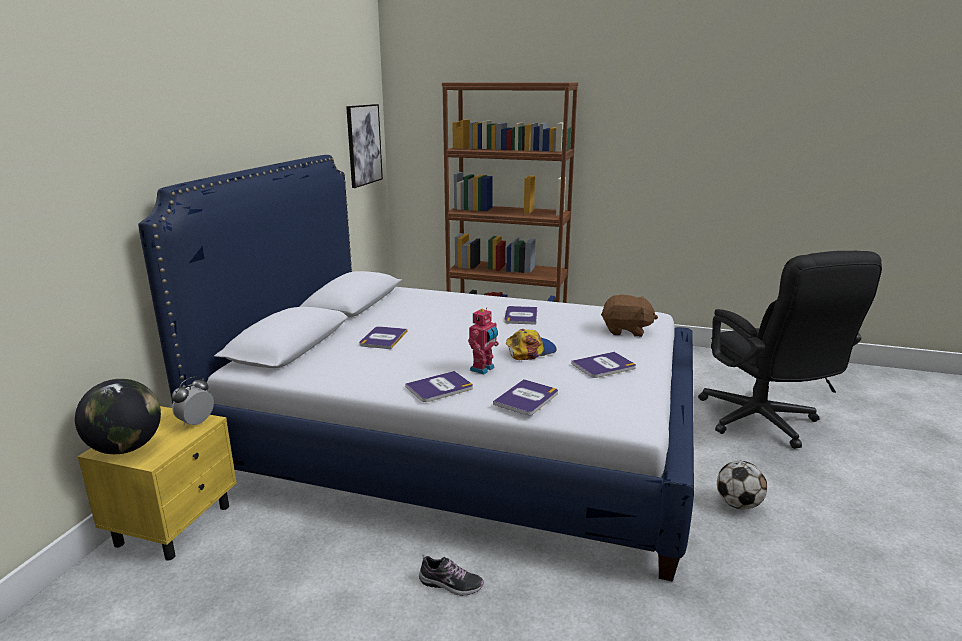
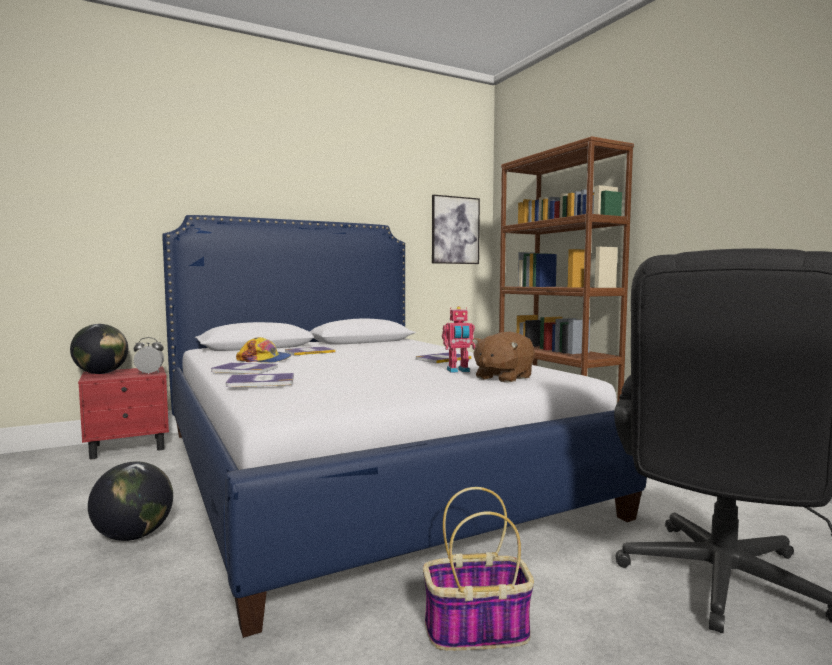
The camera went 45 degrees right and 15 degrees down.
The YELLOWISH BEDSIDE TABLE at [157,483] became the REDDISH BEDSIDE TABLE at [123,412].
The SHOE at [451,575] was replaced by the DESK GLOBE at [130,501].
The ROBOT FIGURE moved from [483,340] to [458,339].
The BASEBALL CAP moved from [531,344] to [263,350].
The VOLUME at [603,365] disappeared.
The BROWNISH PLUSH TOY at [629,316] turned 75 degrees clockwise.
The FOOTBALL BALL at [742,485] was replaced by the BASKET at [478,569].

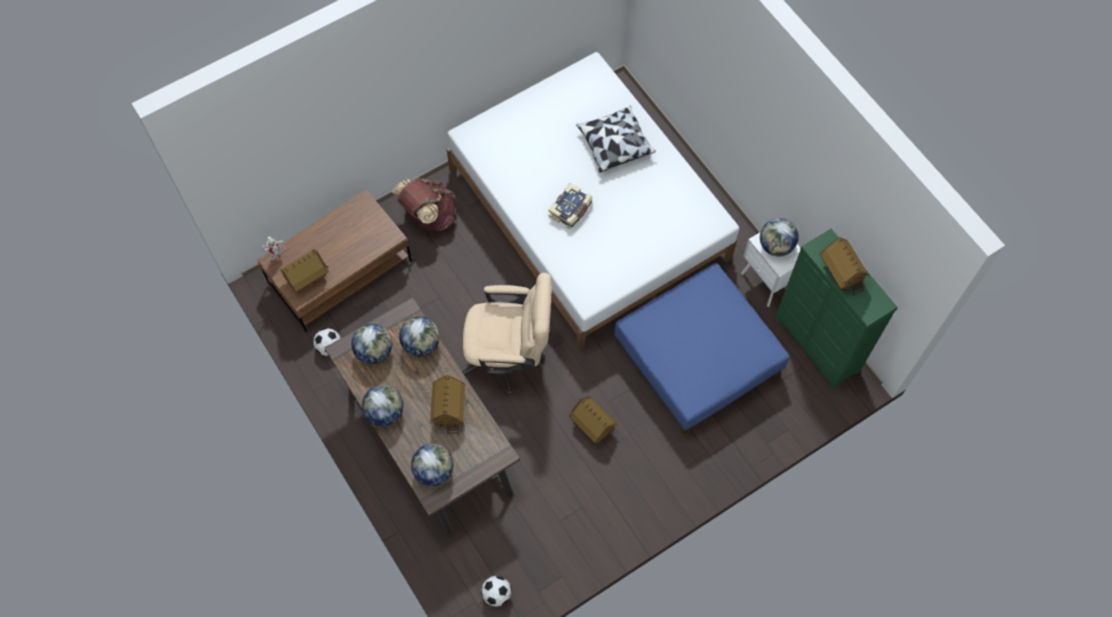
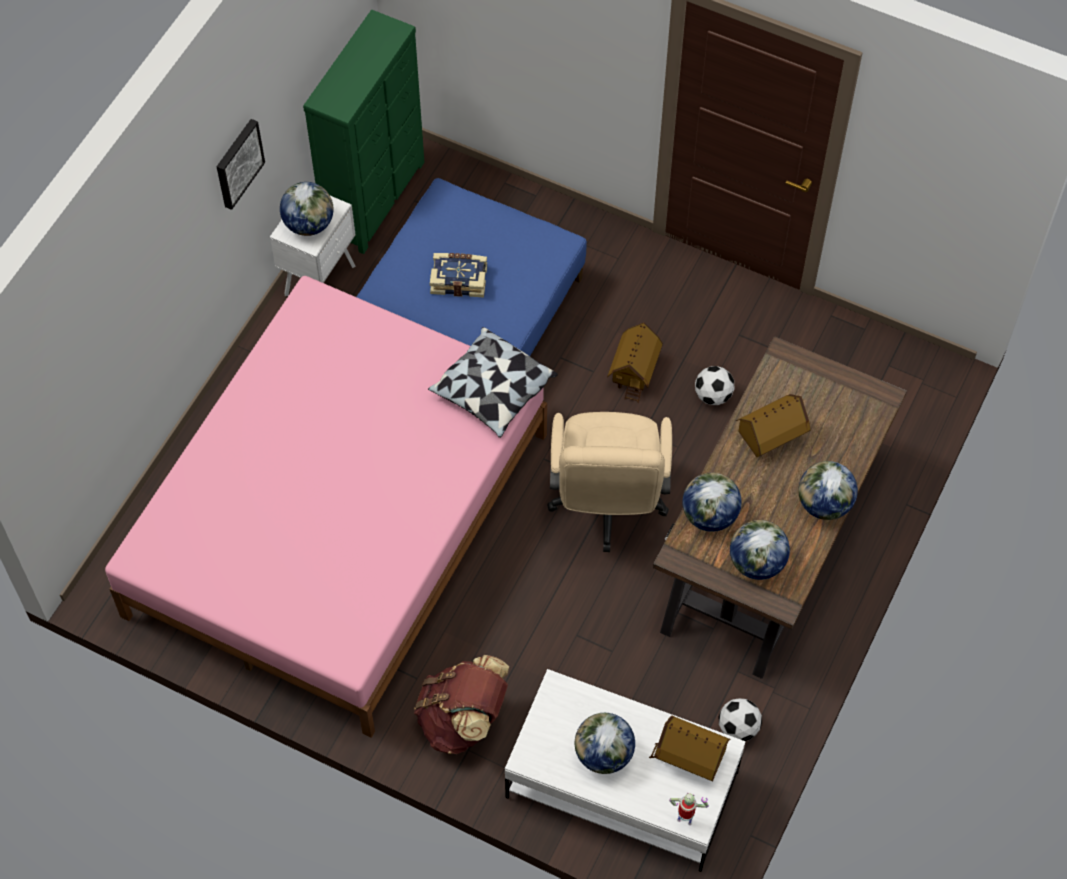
The camera went 120 degrees left and 5 degrees down.
The BROWNISH COFFEE TABLE at [334,260] became the WHITE-COLOURED COFFEE TABLE at [625,770].
The DESK GLOBE moved from [432,465] to [605,743].
The WHITE-COLOURED SLEEPING BED at [592,201] became the PINK SLEEPING BED at [326,507].
The SAND-COLOURED DESK CHAIR at [507,333] turned 150 degrees counterclockwise.
The FOOTBALL BALL moved from [496,591] to [715,385].
The VOLUME moved from [570,206] to [458,275].
The PILLOW moved from [616,139] to [493,382].
The TOY HOUSE at [845,266] disappeared.
The WALL ART at [241,164] appeared.

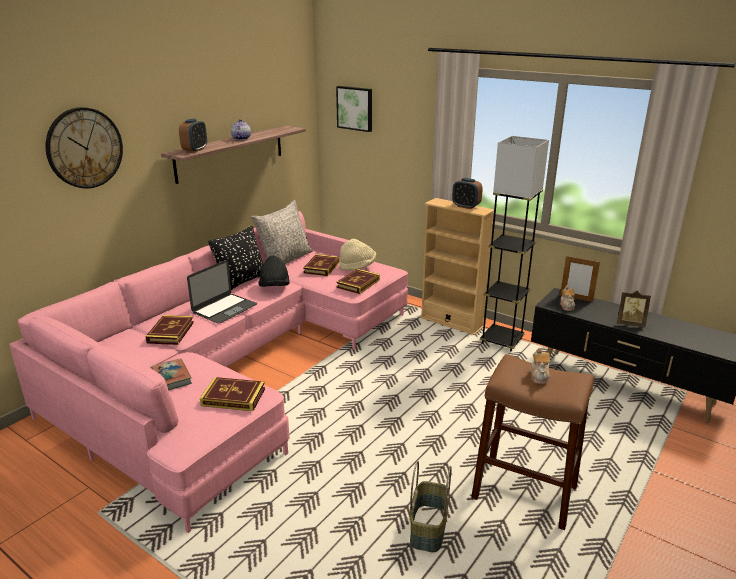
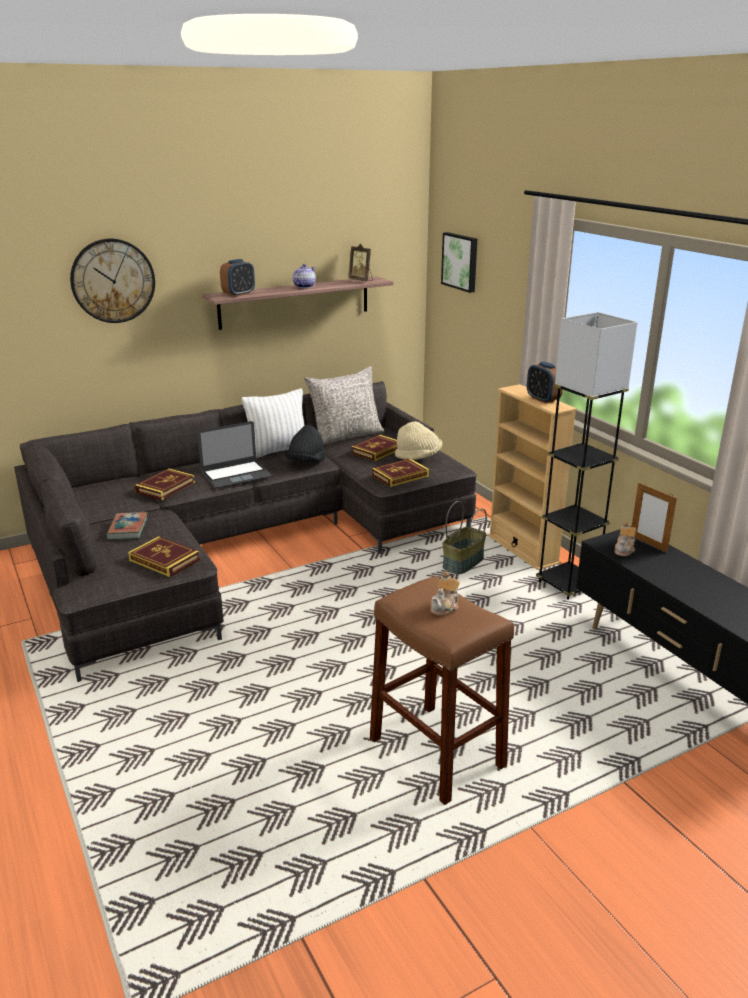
The camera went 25 degrees right and 0 degrees up.
The PINK COUCH at [208,372] became the GREY COUCH at [245,531].
The BLACK-COLOURED PILLOW at [235,258] became the WHITE-COLOURED PILLOW at [273,423].
The BASKET moved from [430,506] to [464,537].
The PHOTO FRAME moved from [634,309] to [361,263].

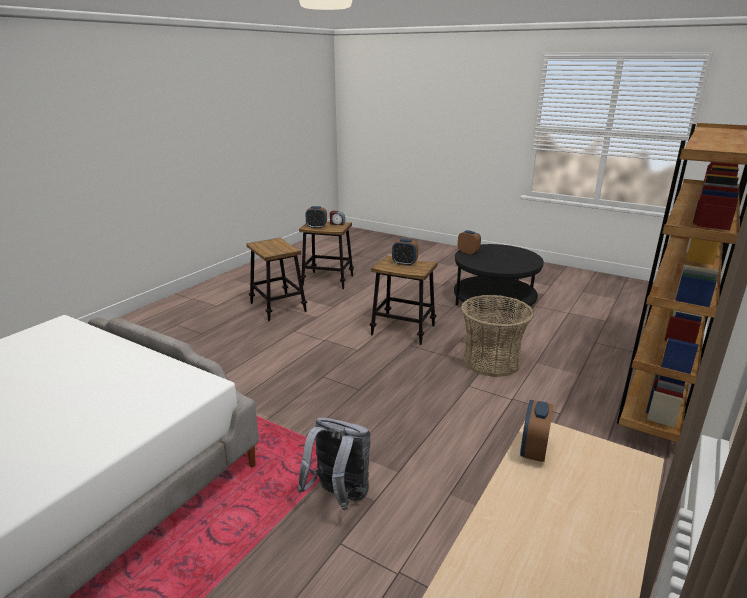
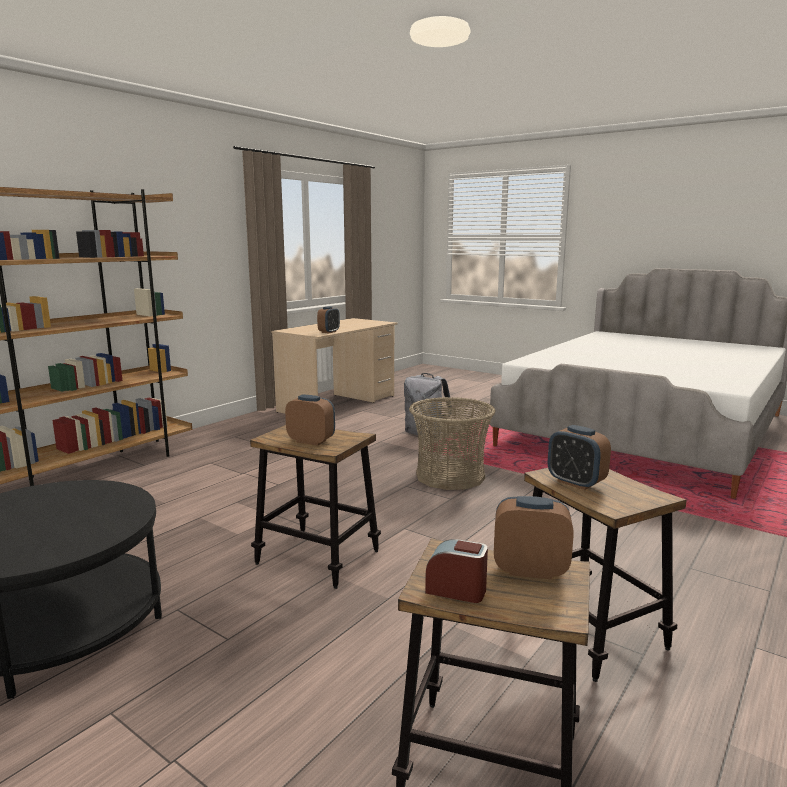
The camera went 175 degrees left and 10 degrees down.
The BEDSIDE CLOCK moved from [469,242] to [579,457].
The BASKET moved from [497,336] to [452,443].

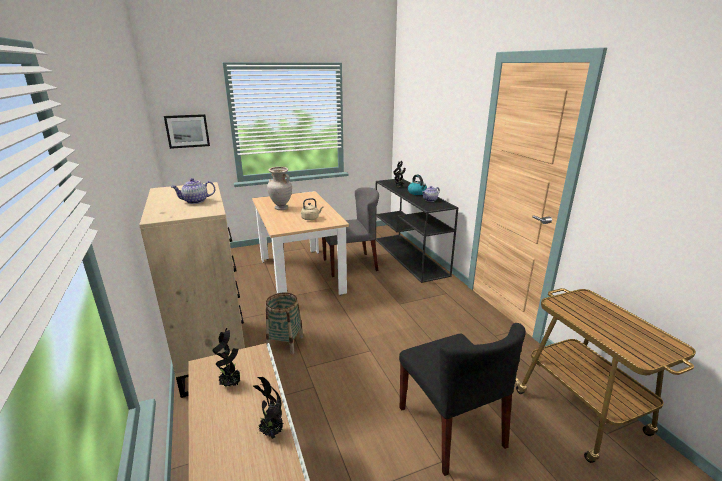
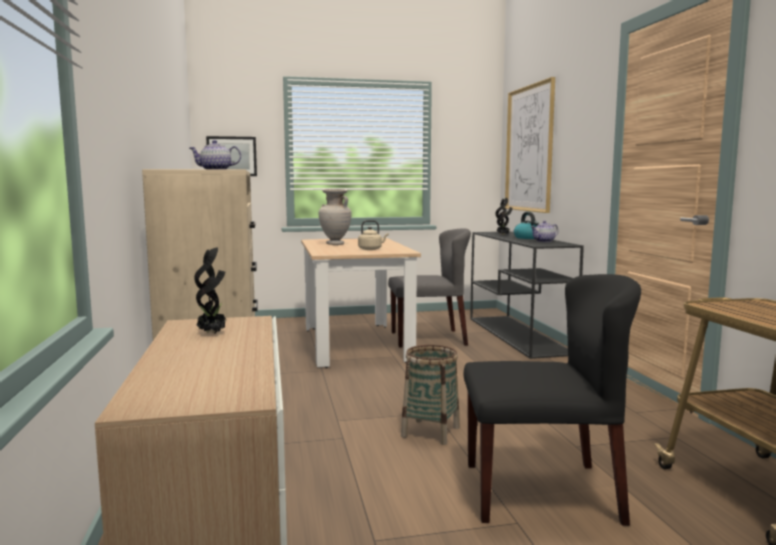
The camera went 10 degrees right and 15 degrees down.
The PLANT IN A POT at [268,408] disappeared.
The BASKET moved from [284,323] to [430,395].
The BLACK-COLOURED UPRIGHT CHAIR at [462,399] turned 75 degrees counterclockwise.
The WALL ART at [530,145] appeared.

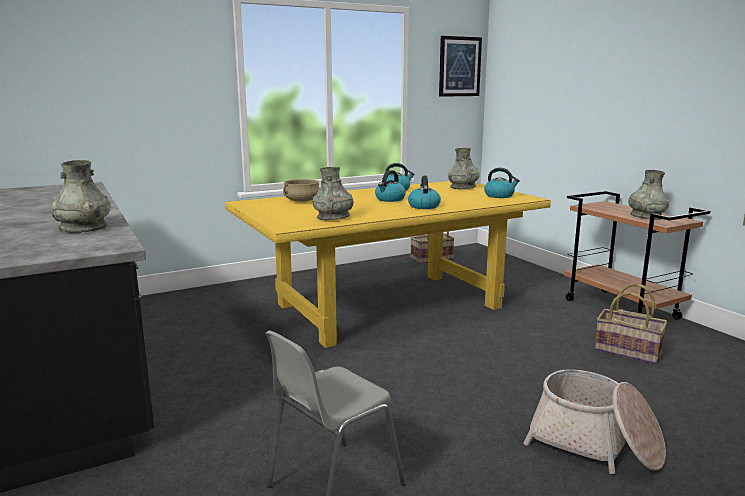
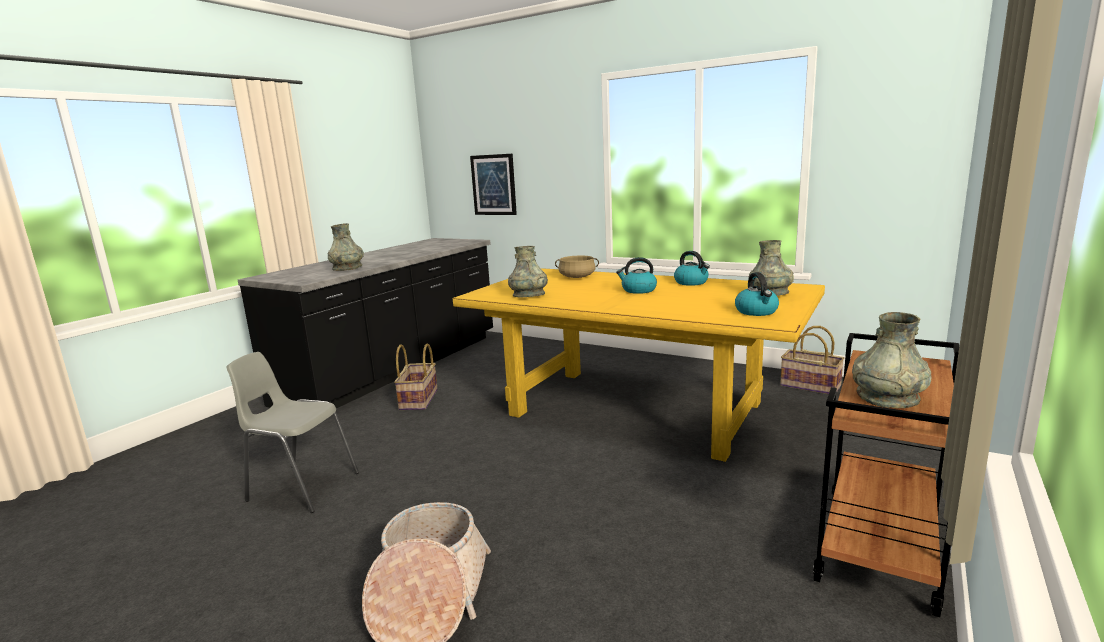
The camera went 60 degrees right and 0 degrees up.
The TEA KETTLE at [424,192] disappeared.
The WALL ART moved from [460,66] to [493,184].
The BASKET moved from [631,324] to [416,376].

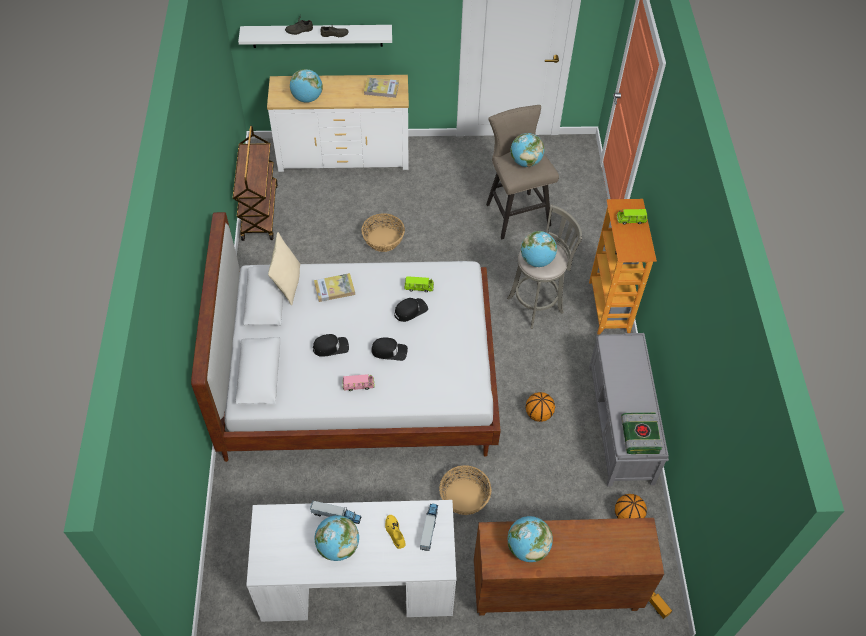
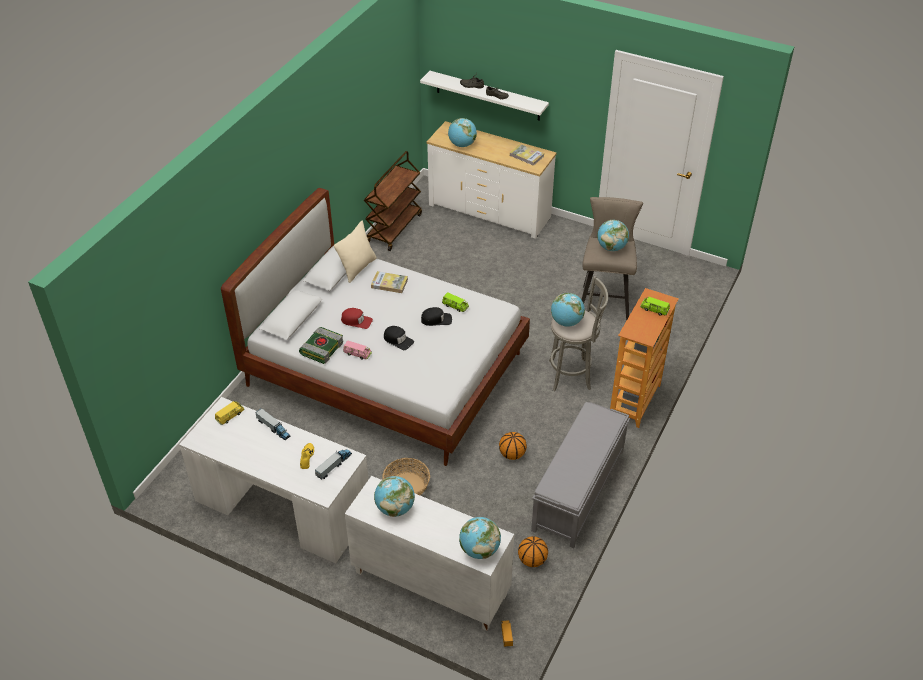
The camera went 30 degrees right and 10 degrees down.
The BLACK-COLOURED BASEBALL CAP at [331,345] became the REDDISH BASEBALL CAP at [357,318].
The DESK GLOBE moved from [337,538] to [480,538].
The BASKET at [383,232] disappeared.
The BROWNISH CABINET at [569,567] became the WHITE-COLOURED CABINET at [429,553].
The VOLUME moved from [642,433] to [321,345].
The YELLOWISH MODEL CAR at [229,413] appeared.

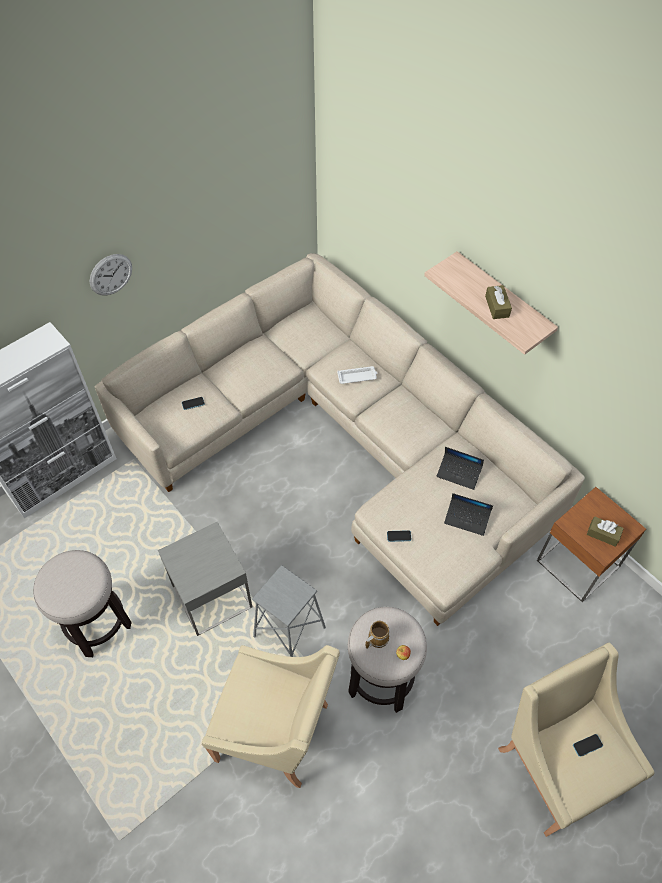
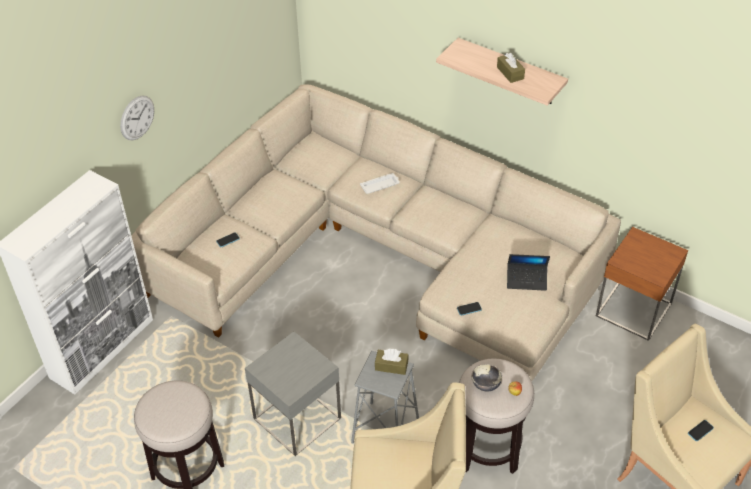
The camera went 15 degrees left and 10 degrees down.
The COFFEE MUG at [377,635] was replaced by the SERVING BOWL at [486,377].
The LAPTOP at [460,468] disappeared.
The BROWNISH TISSUE BOX moved from [605,531] to [391,362].

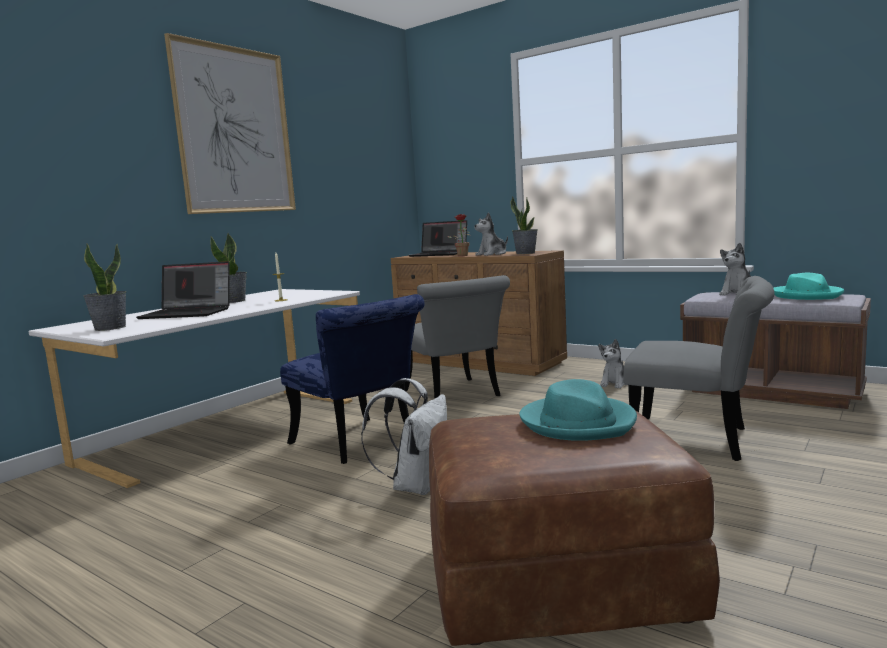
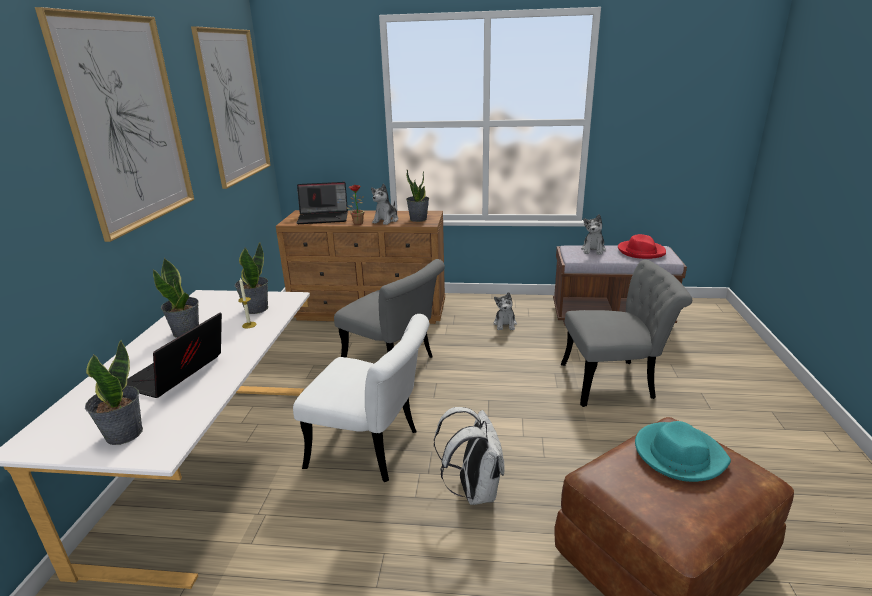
The camera went 30 degrees left and 15 degrees up.
The LAPTOP at [183,290] turned 135 degrees clockwise.
The BLUISH UPRIGHT CHAIR at [352,379] became the WHITE-COLOURED UPRIGHT CHAIR at [361,398].
The TURQUOISE-COLOURED CLOTHING HAT at [809,286] became the REDDISH CLOTHING HAT at [642,246].
The WALL ART at [231,107] appeared.
The PLANT IN A POT at [251,278] appeared.

